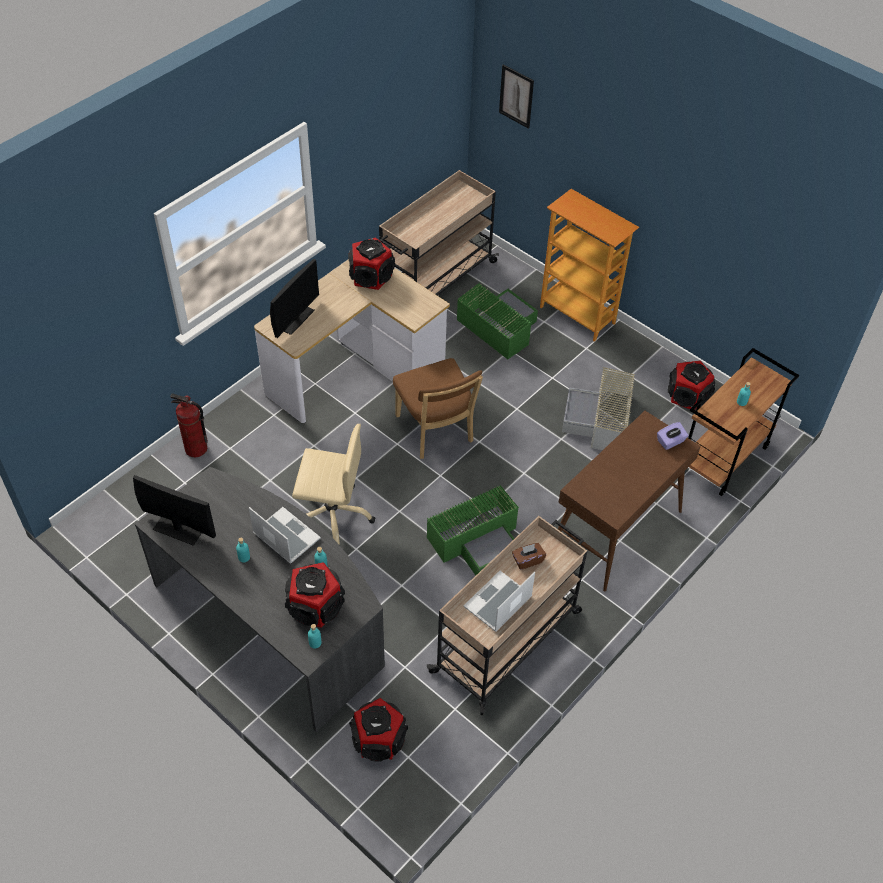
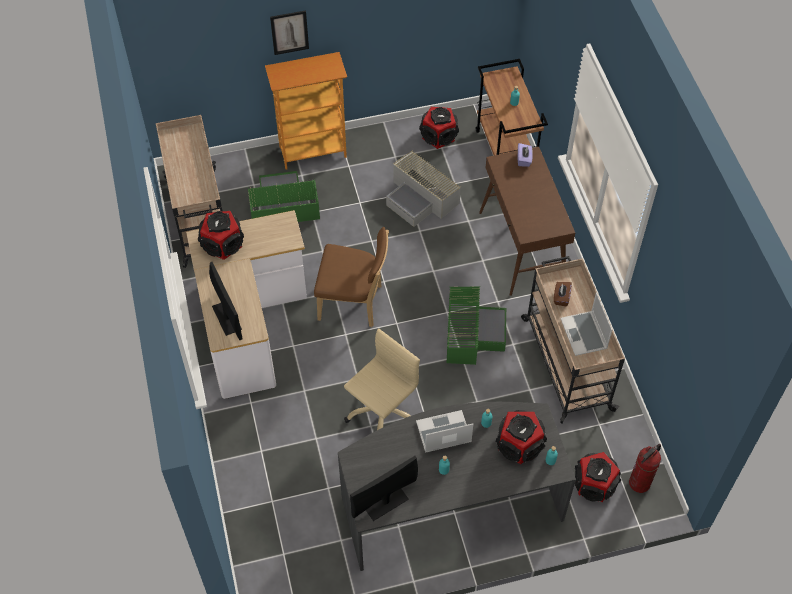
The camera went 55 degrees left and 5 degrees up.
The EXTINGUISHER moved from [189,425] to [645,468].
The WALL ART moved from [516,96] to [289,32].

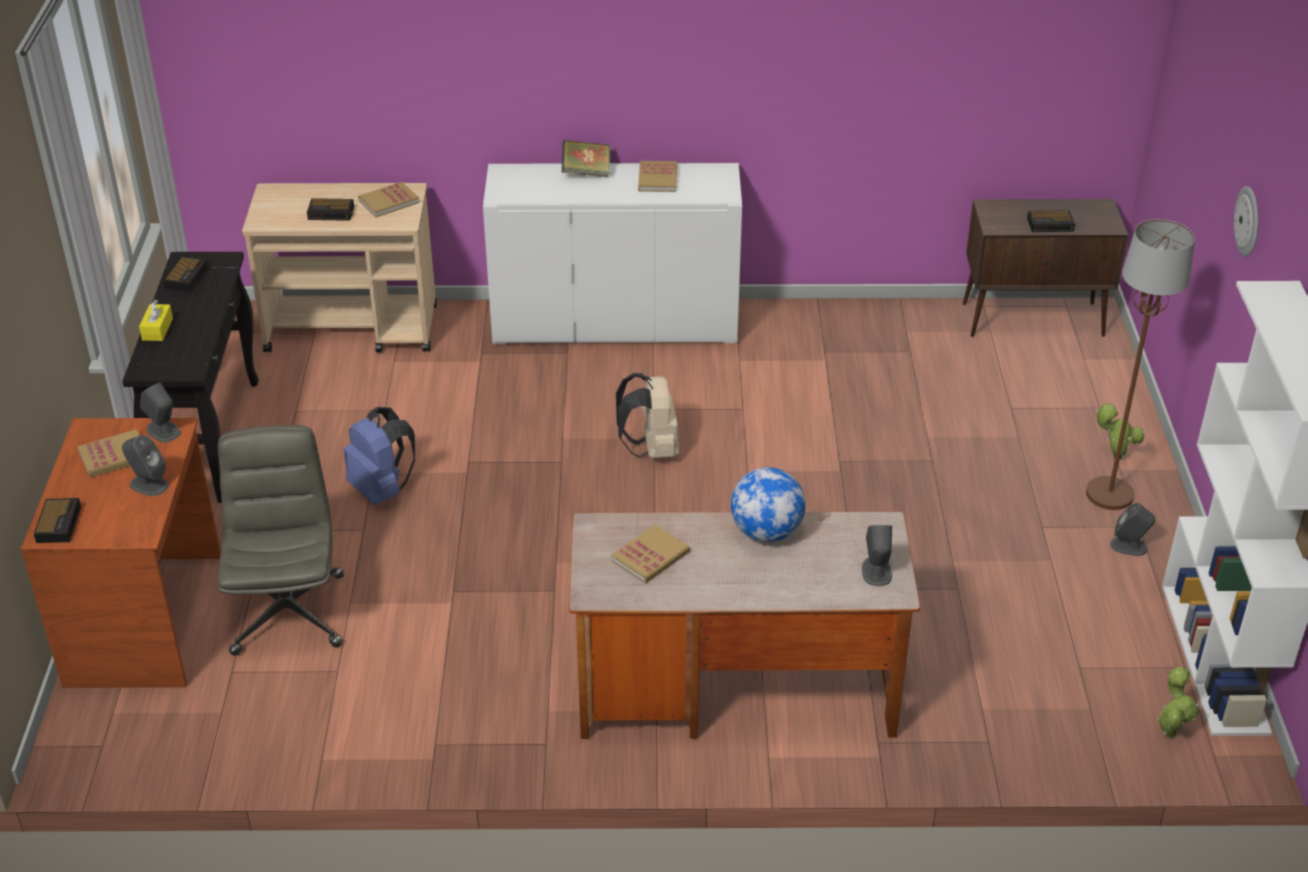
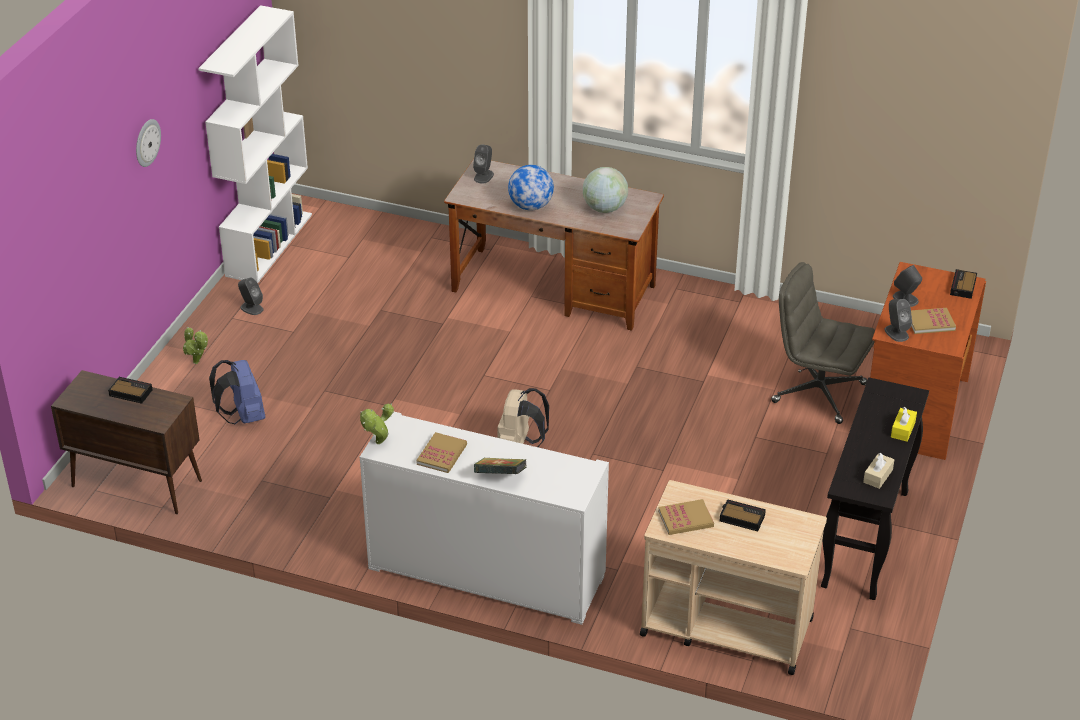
The camera went 160 degrees left and 0 degrees up.
The BEDSIDE CLOCK at [186,274] was replaced by the SAND-COLOURED TISSUE BOX at [878,471].
The GREY DESK CHAIR at [280,540] turned 105 degrees clockwise.
The BLUISH RUCKSACK moved from [379,456] to [237,392].
The VOLUME at [650,554] was replaced by the DESK GLOBE at [605,190].
The BROWNISH STANDING LAMP at [1140,364] disappeared.
The PLANT IN A POT moved from [1178,703] to [377,423].

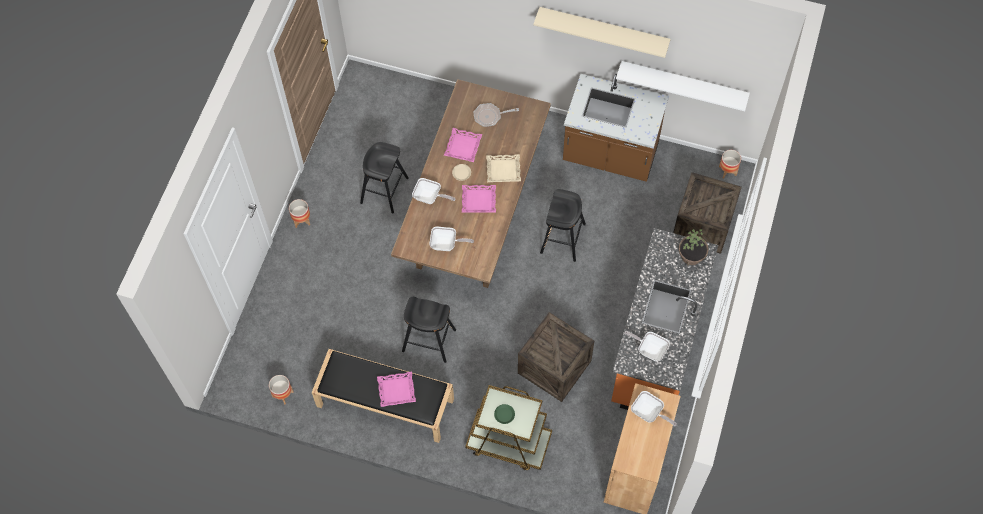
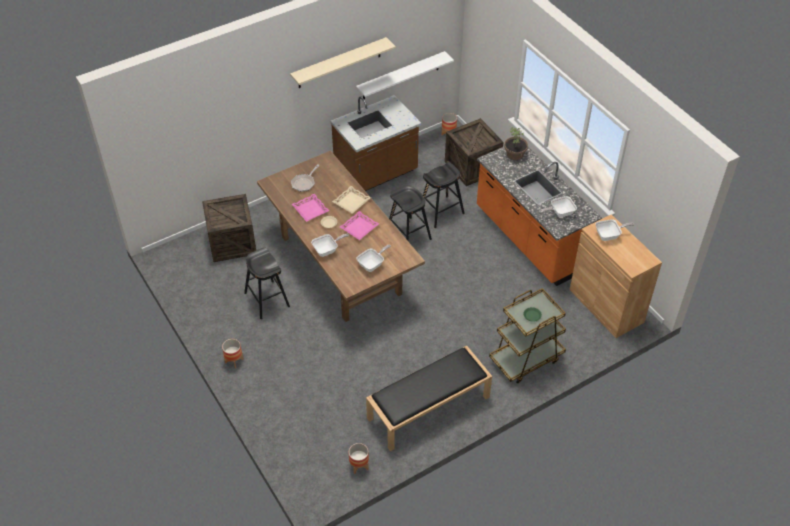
The camera went 50 degrees left and 15 degrees down.
The PINK TRAY at [396,389] disappeared.
The BLACK-COLOURED STOOL SEAT moved from [429,330] to [444,195].
The PACKING CRATE moved from [556,357] to [229,228].

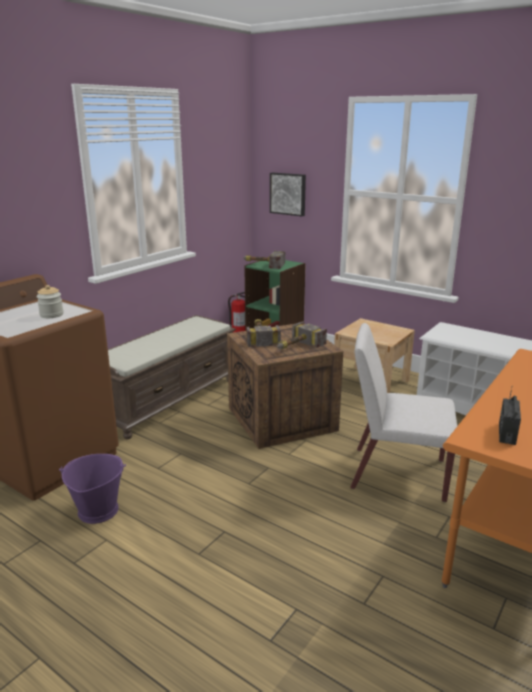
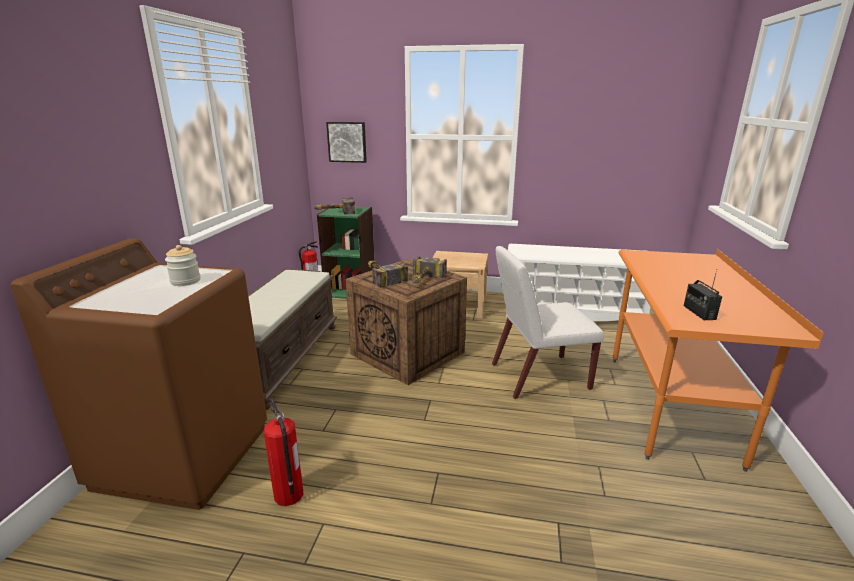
The camera went 25 degrees left and 0 degrees up.
The PURPLISH BUCKET at [92,489] was replaced by the EXTINGUISHER at [284,452].

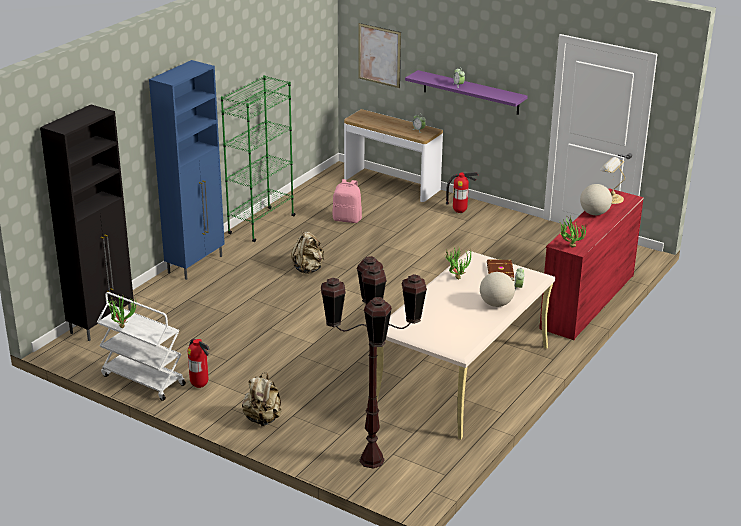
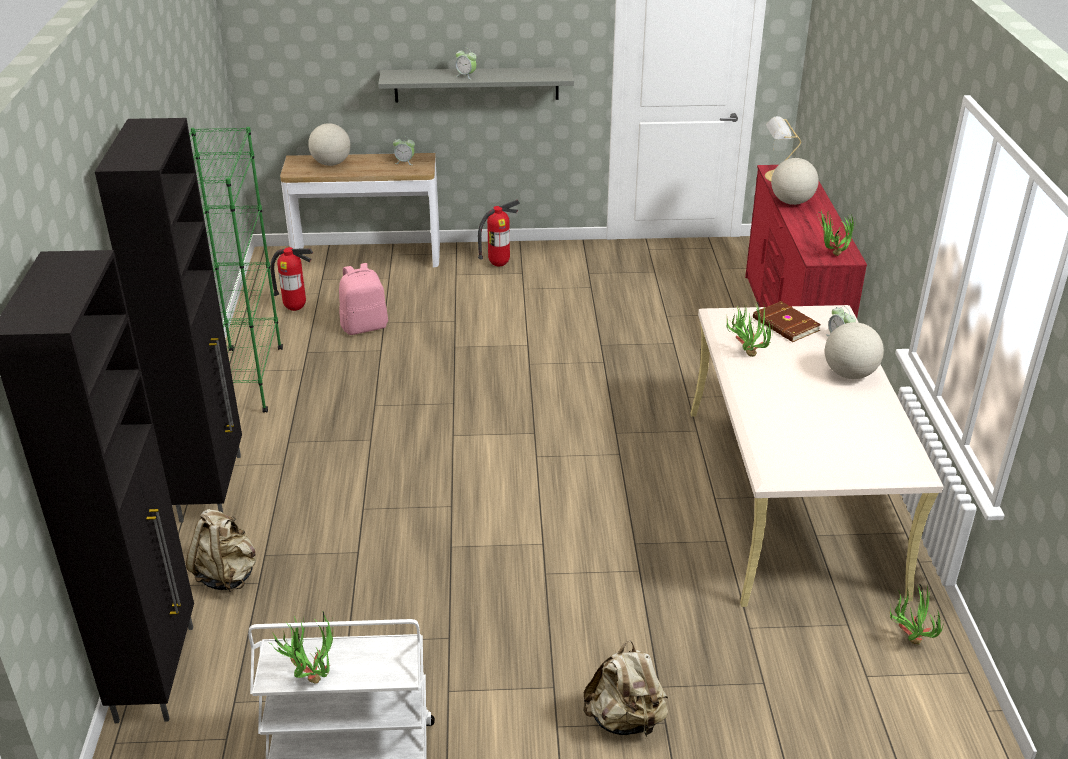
The camera went 35 degrees left and 5 degrees up.
The BLUISH CABINET at [187,170] became the BLACK-COLOURED CABINET at [168,320].
The EXTINGUISHER moved from [199,363] to [291,279].
The SAND-COLOURED RUCKSACK moved from [307,252] to [221,550].
The BROWNISH STANDING LAMP at [374,362] disappeared.
The WALL ART at [379,55] disappeared.
The PURPLISH WALL SHELF at [466,92] became the GREY WALL SHELF at [476,84].
The DESK GLOBE at [329,144] appeared.
The PLANT IN A POT at [917,614] appeared.

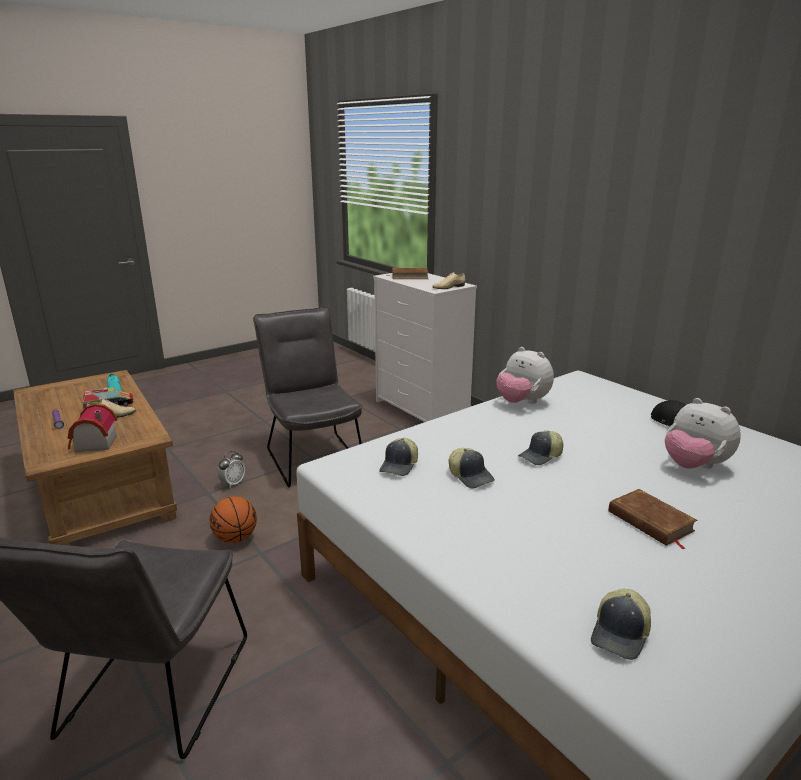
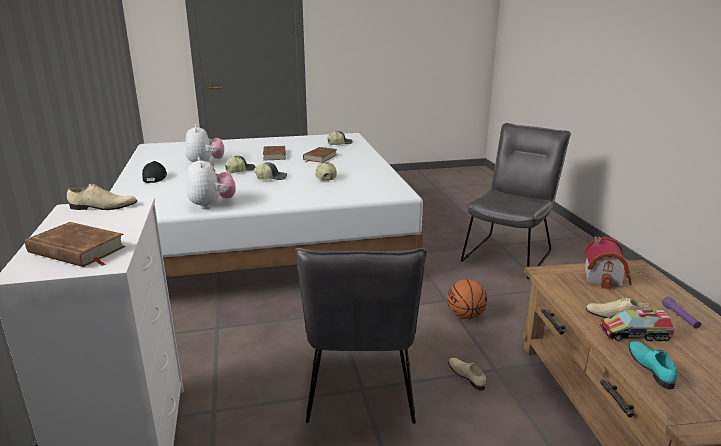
The camera went 155 degrees left and 0 degrees up.
The BEDSIDE CLOCK at [231,469] was replaced by the SAND-COLOURED SHOE at [467,374].
The BASEBALL CAP moved from [398,457] to [240,164].
The BROWNISH VOLUME at [320,155] appeared.

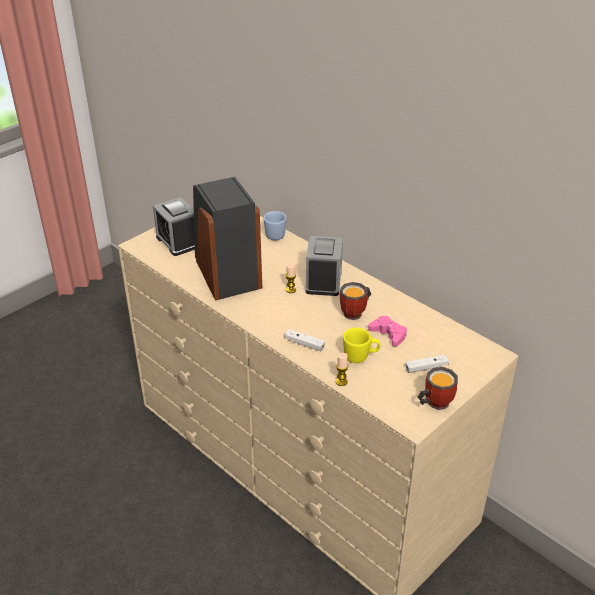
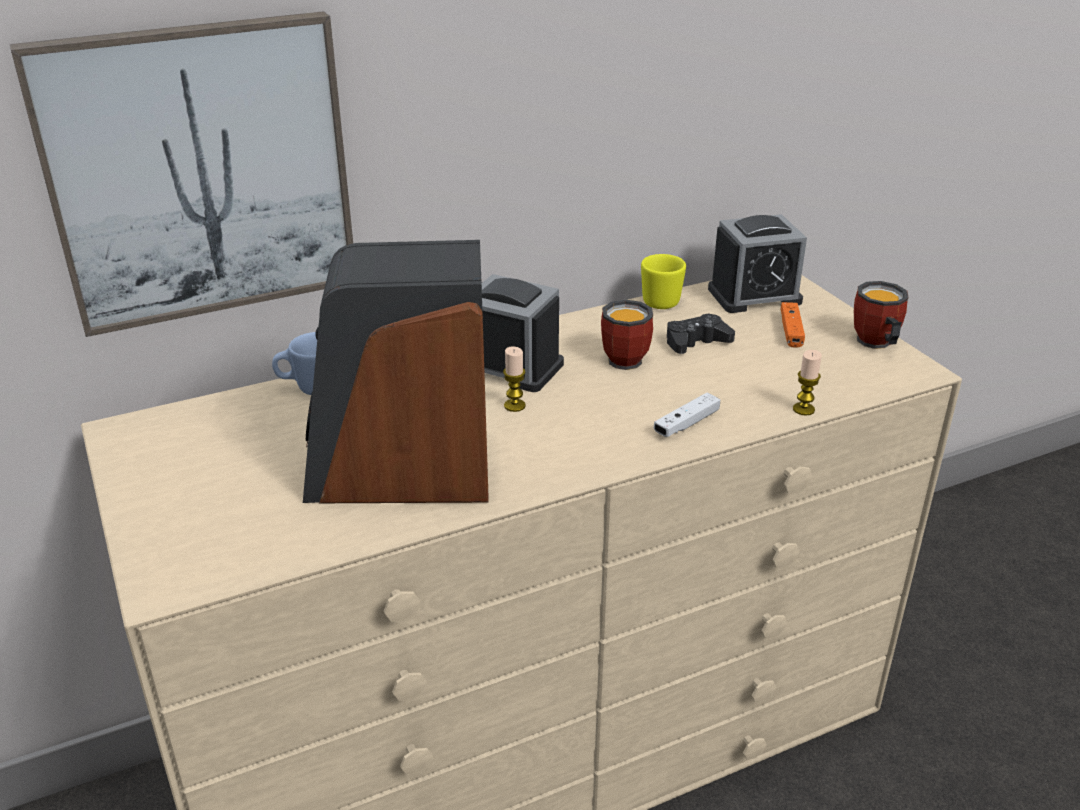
The camera went 70 degrees left and 5 degrees down.
The BEDSIDE CLOCK moved from [174,226] to [757,263].
The YELLOWISH COFFEE MUG moved from [362,345] to [663,281].
The PINK JOYPAD at [387,331] became the BLACK-COLOURED JOYPAD at [701,333].
The WHITE-COLOURED JOYPAD at [427,364] became the ORANGEY JOYPAD at [792,325].
The WALL ART at [181,174] appeared.

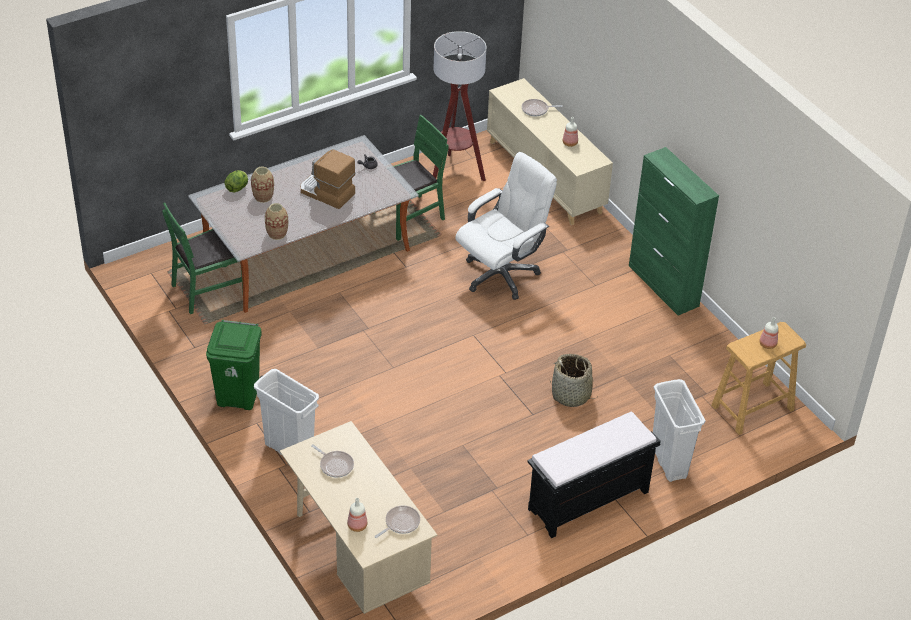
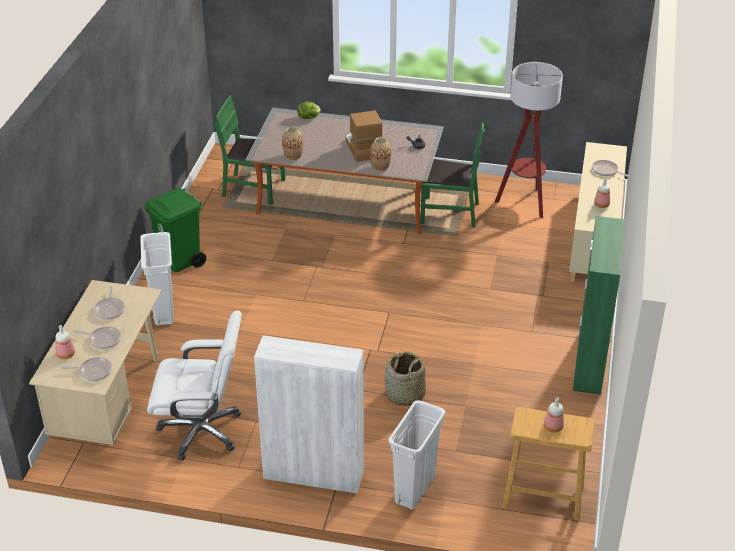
The camera went 45 degrees right and 5 degrees down.
The VASE moved from [262,185] to [380,154].
The WHITE-COLOURED DESK CHAIR moved from [506,226] to [194,385].
The BLACK-COLOURED INDOOR BENCH at [594,475] was replaced by the WHITE-COLOURED CABINET at [309,414].
The FRYING PAN at [97,337] appeared.

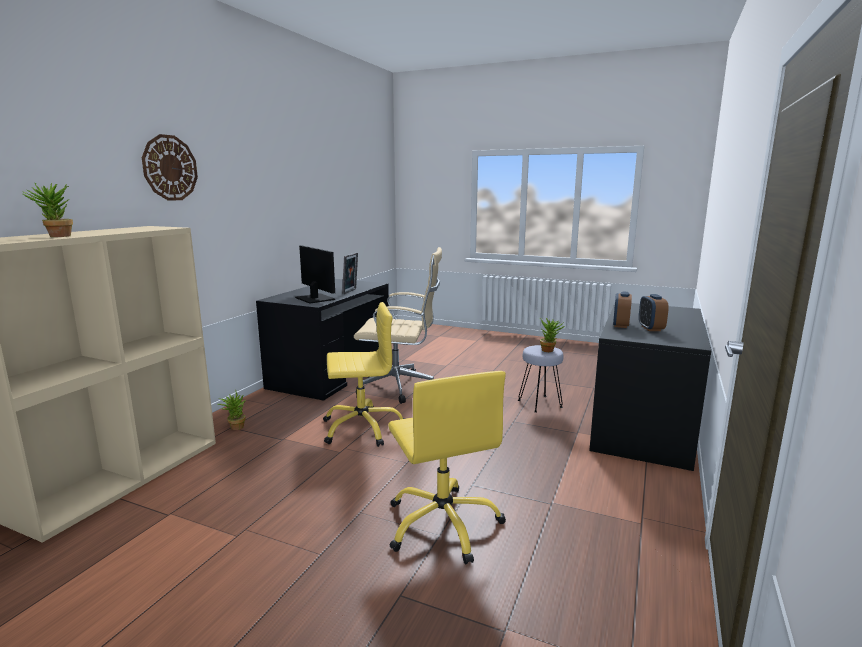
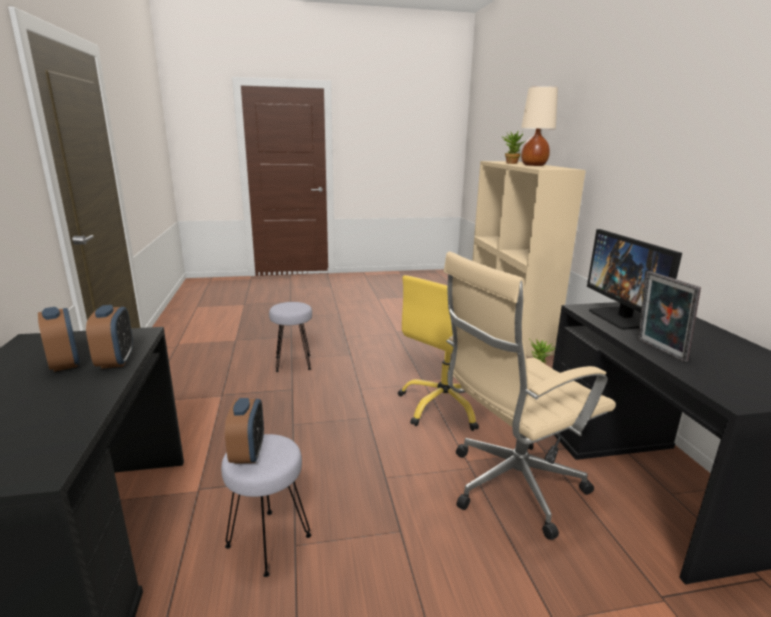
The camera went 145 degrees right and 5 degrees up.
The CLOCK ON THE WALL at [170,167] disappeared.
The COMPUTER SCREEN at [315,275] turned 60 degrees clockwise.
The YELLOWISH DESK CHAIR at [447,467] was replaced by the GREY STOOL SEAT at [290,337].
The PLANT IN A POT at [552,335] was replaced by the BEDSIDE CLOCK at [244,431].
The SAND-COLOURED TABLETOP LAMP at [539,126] appeared.

